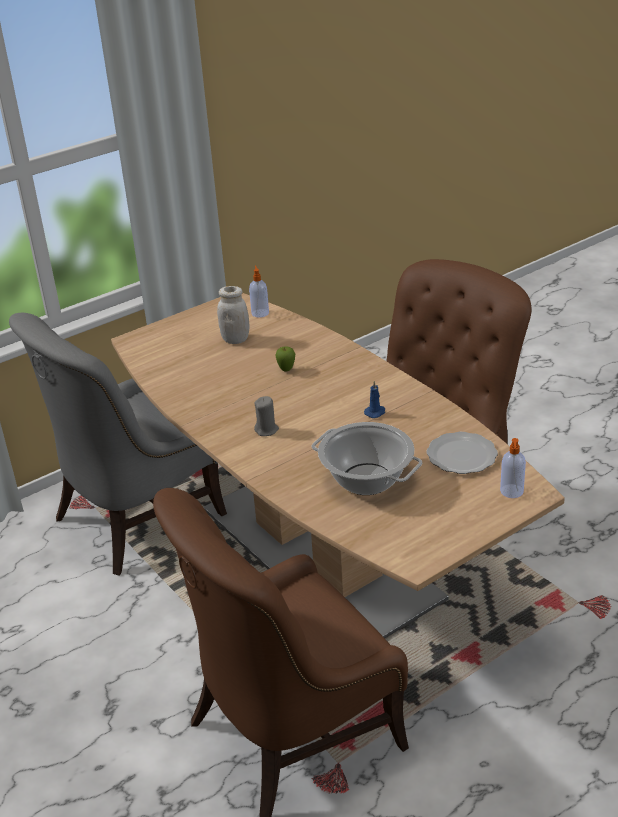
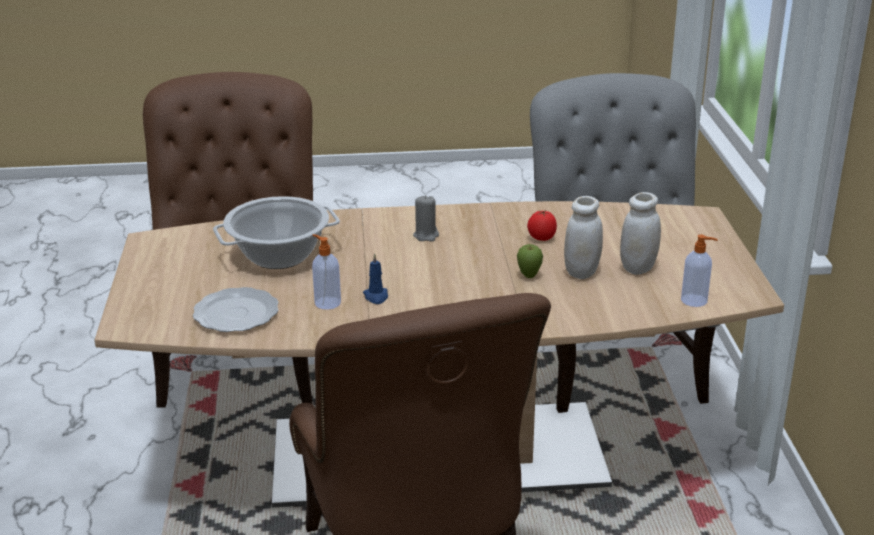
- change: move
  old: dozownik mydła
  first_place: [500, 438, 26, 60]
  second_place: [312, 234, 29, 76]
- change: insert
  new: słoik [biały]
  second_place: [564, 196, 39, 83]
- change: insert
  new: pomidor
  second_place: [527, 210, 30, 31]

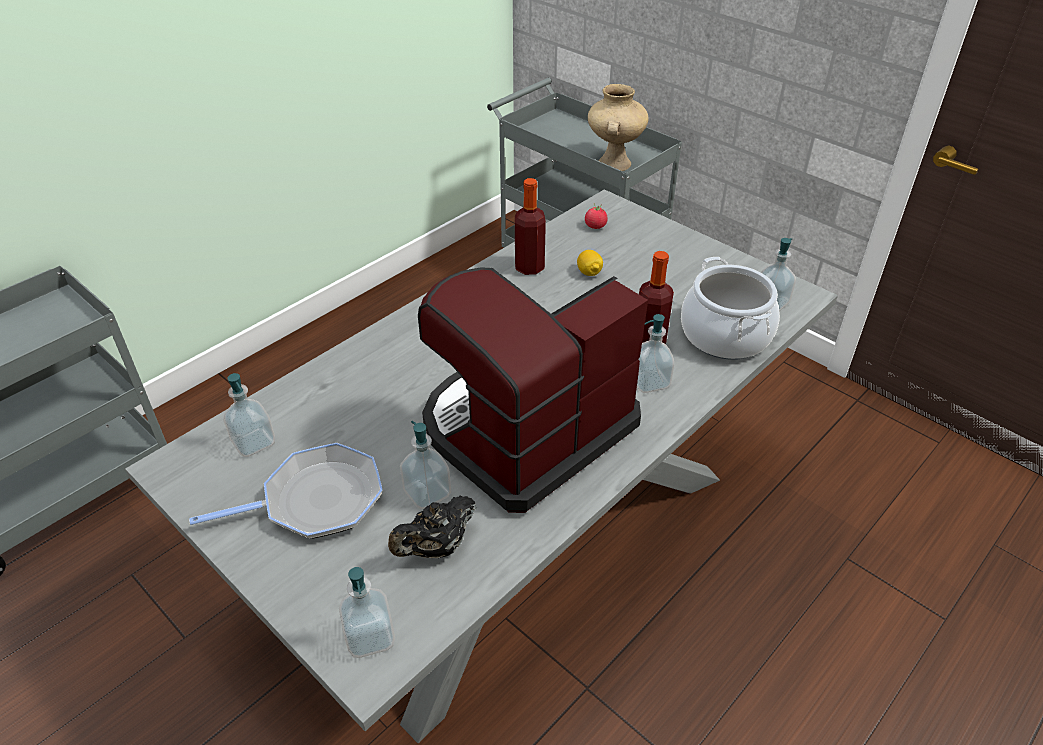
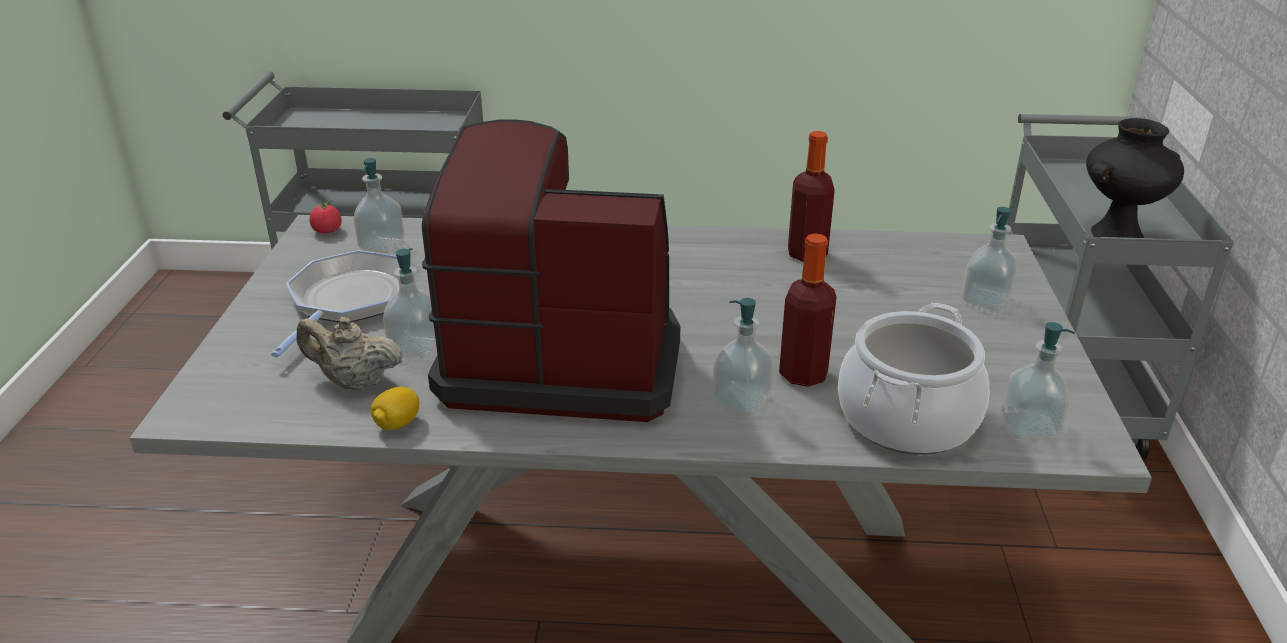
- change: recolor
  old: wazon [beżowy]
  new: wazon [czarny]
  first_place: [588, 84, 61, 87]
  second_place: [1086, 118, 98, 120]
- change: move
  old: pomidor
  first_place: [585, 204, 23, 25]
  second_place: [309, 200, 33, 34]
- change: move
  old: cytryna
  first_place: [577, 250, 26, 26]
  second_place: [371, 387, 48, 43]
- change: rotate
  old: patelnia
  first_place: [189, 443, 193, 95]
  second_place: [271, 250, 128, 107]
  degrees: -105
- change: recolor
  old: imbryk [czarny]
  new: imbryk [beżowy]
  first_place: [388, 496, 89, 62]
  second_place: [297, 317, 106, 74]
- change: move
  old: dozownik mydła
  first_place: [339, 567, 56, 91]
  second_place: [962, 207, 56, 103]

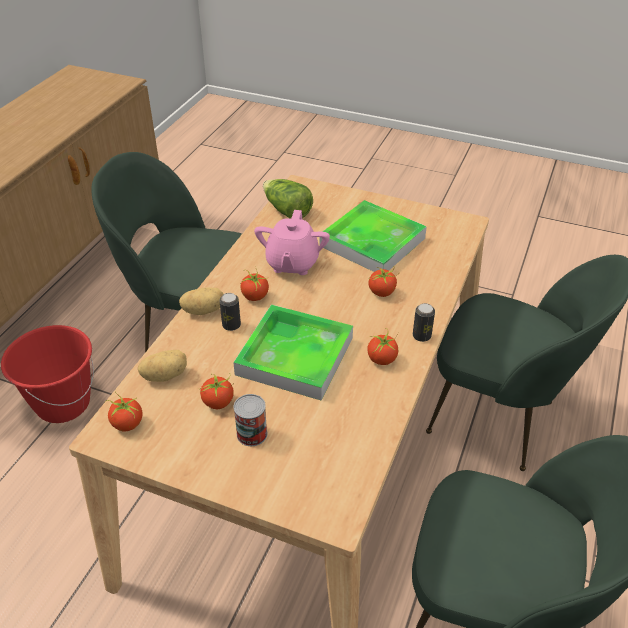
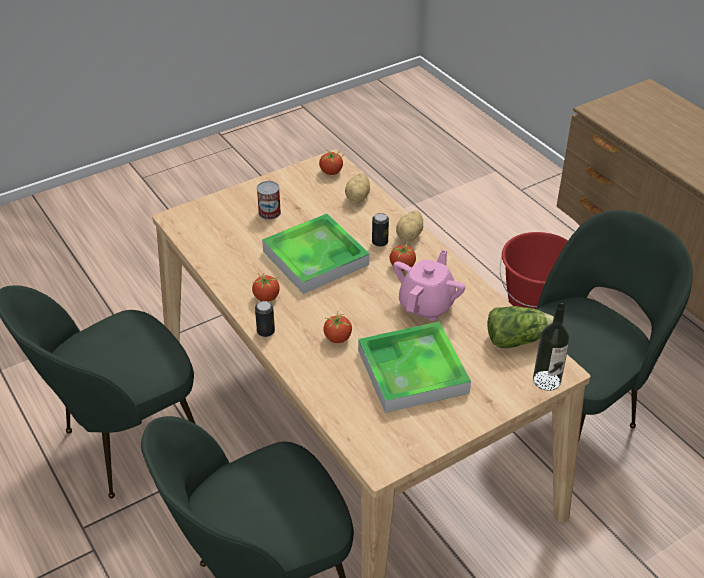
- change: rotate
  old: imbryk [różowy]
  first_place: [254, 210, 76, 65]
  second_place: [393, 250, 72, 71]
  degrees: 75
- change: delete
  old: pomidor
  first_place: [198, 373, 36, 36]
- change: insert
  new: butelka
  second_place: [533, 303, 37, 88]

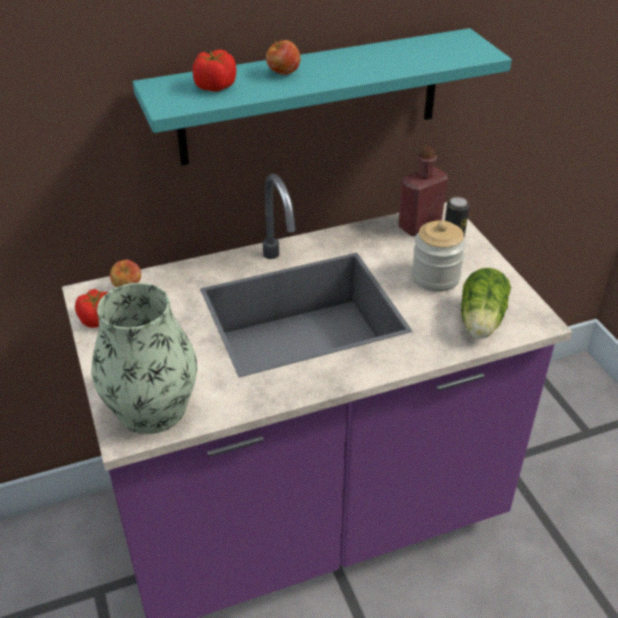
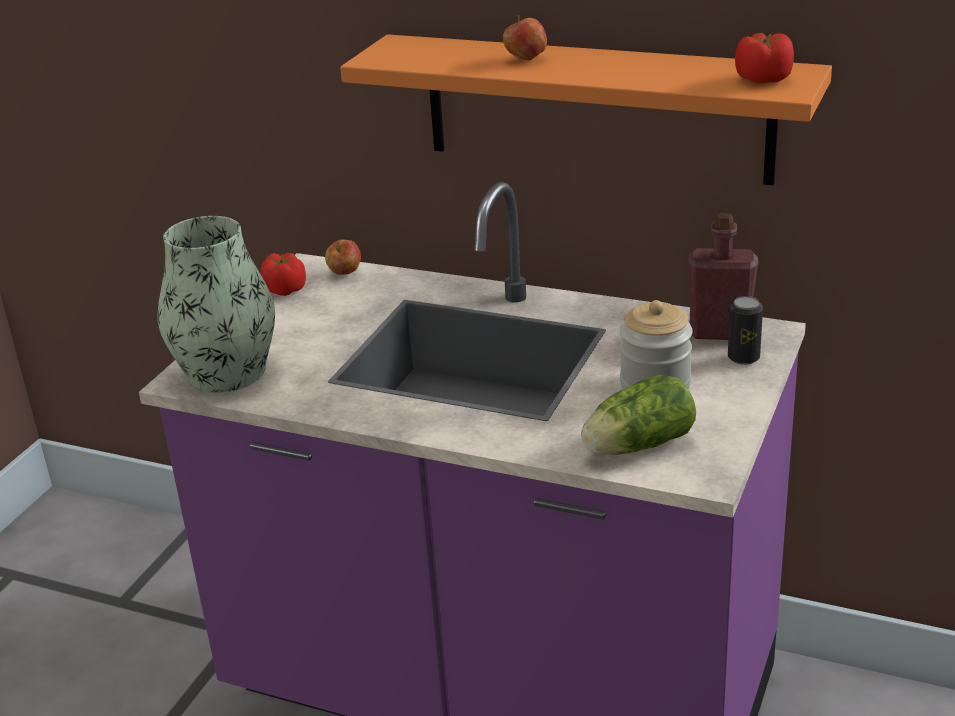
- change: recolor
  old: półka [turkusowy]
  new: półka [pomarańczowy]
  first_place: [133, 28, 379, 138]
  second_place: [340, 34, 492, 152]
- change: move
  old: pomidor
  first_place: [193, 50, 43, 42]
  second_place: [735, 33, 59, 51]

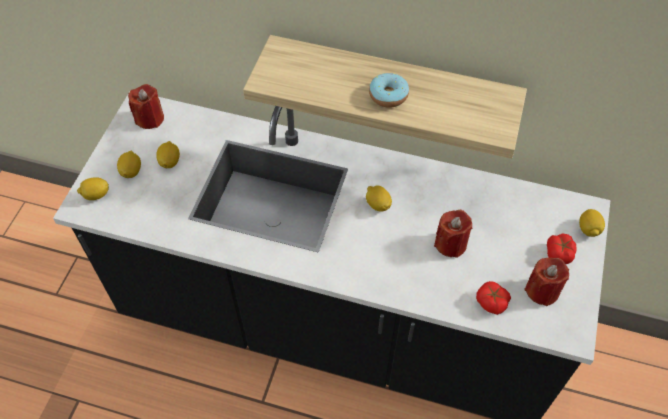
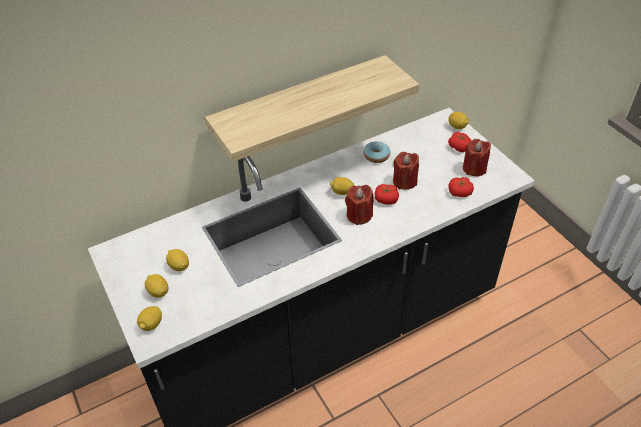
- change: move
  old: donut
  first_place: [369, 73, 40, 35]
  second_place: [363, 141, 27, 22]
- change: move
  old: świeca [czerwony]
  first_place: [128, 84, 36, 45]
  second_place: [345, 185, 28, 40]
- change: insert
  new: pomidor
  second_place: [375, 184, 24, 21]

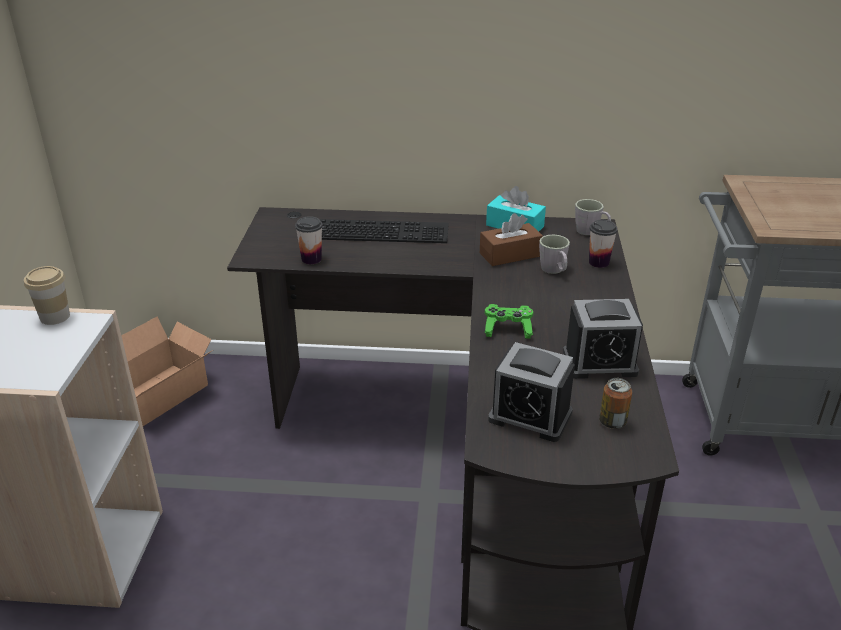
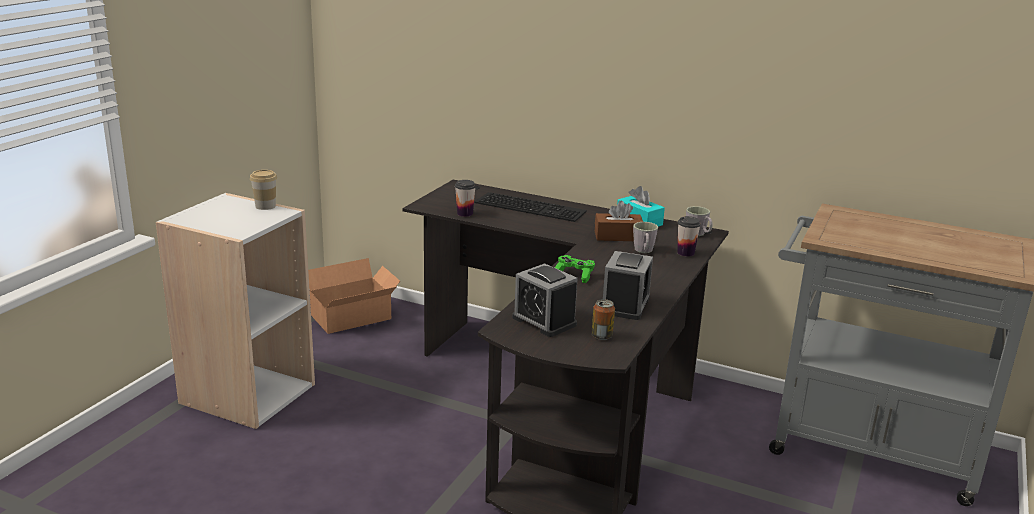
- change: rotate
  old: budzik
  first_place: [563, 299, 80, 80]
  second_place: [603, 251, 50, 69]
  degrees: -90

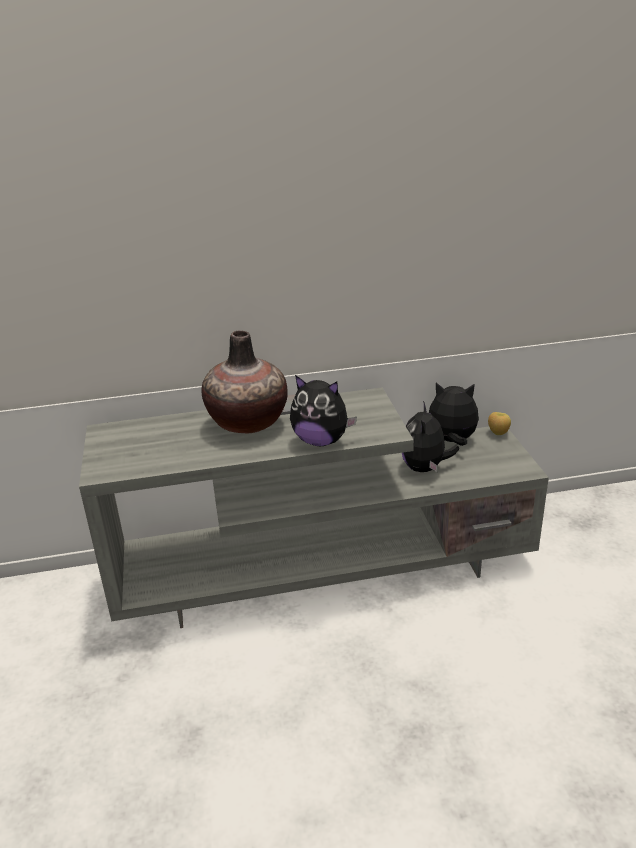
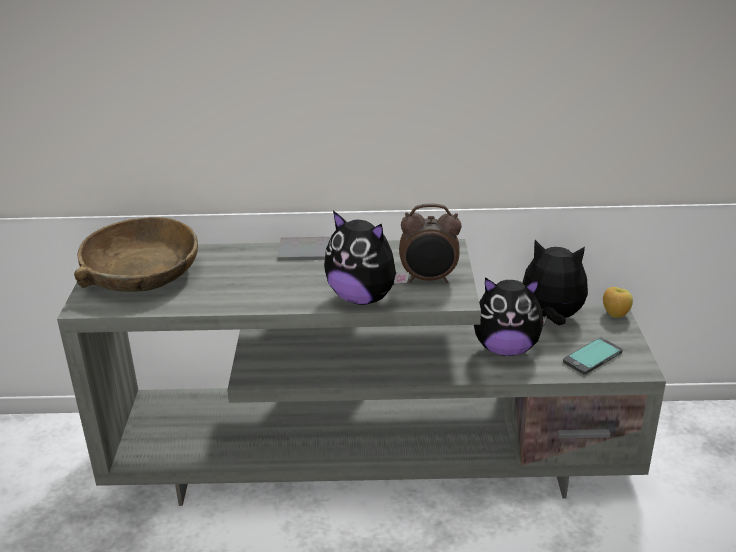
- change: delete
  old: wazon
  first_place: [201, 330, 87, 103]
- change: rotate
  old: pluszak
  first_place: [402, 401, 57, 71]
  second_place: [474, 277, 73, 79]
  degrees: -105
- change: insert
  new: budzik
  second_place: [399, 204, 63, 79]
- change: insert
  new: miska [brązowy]
  second_place: [74, 217, 124, 75]
- change: insert
  new: telefon
  second_place: [563, 337, 60, 38]

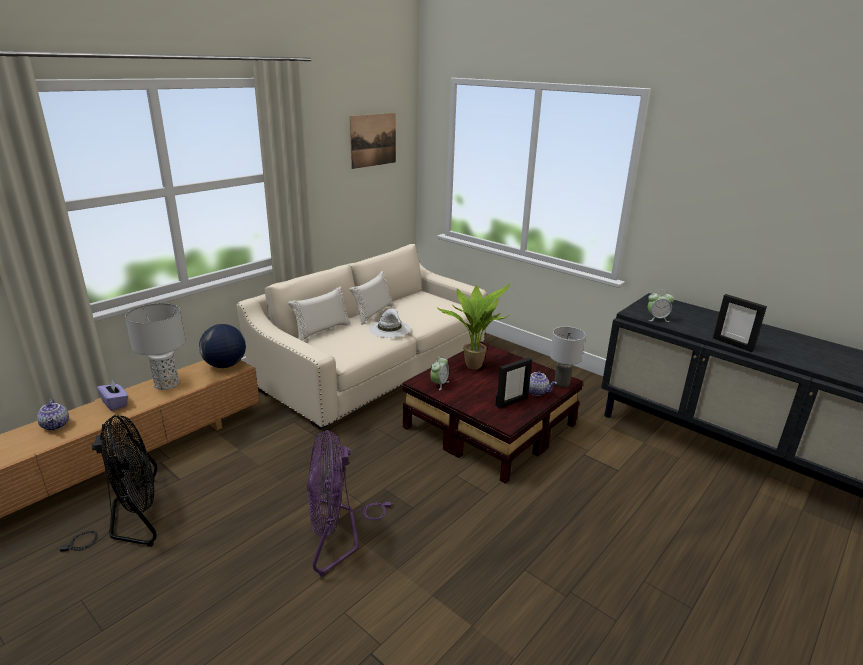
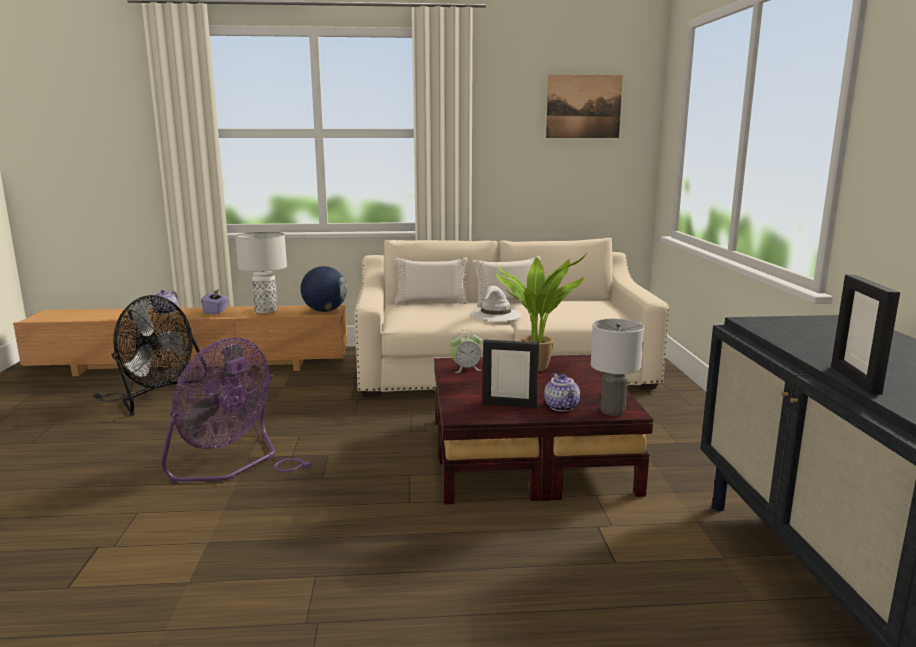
- change: delete
  old: budzik
  first_place: [648, 290, 26, 32]

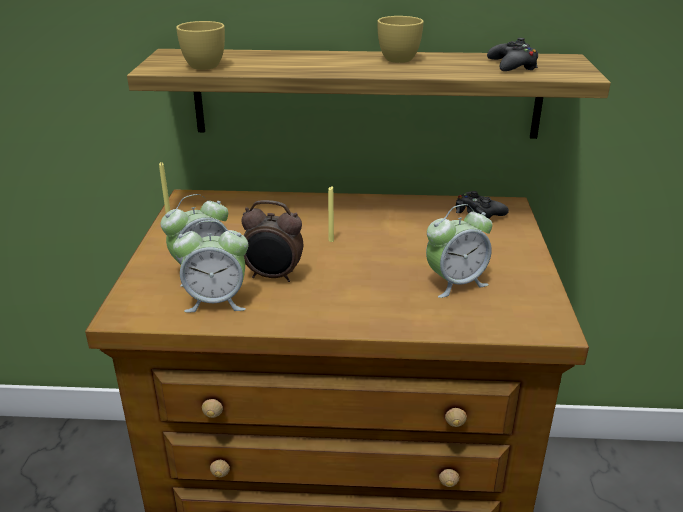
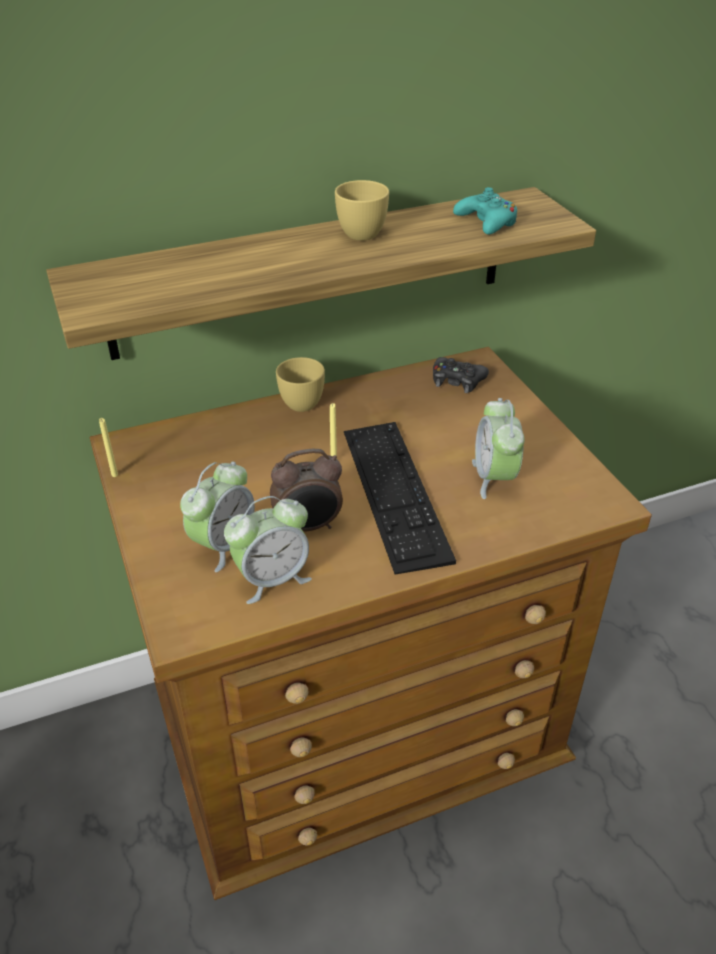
- change: move
  old: filiżanka [żółty]
  first_place: [176, 21, 49, 49]
  second_place: [276, 357, 49, 55]
- change: recolor
  old: pad do gier [czarny]
  new: pad do gier [turkusowy]
  first_place: [487, 38, 51, 33]
  second_place: [453, 187, 64, 48]
- change: rotate
  old: budzik
  first_place: [426, 204, 66, 94]
  second_place: [472, 398, 53, 101]
  degrees: 135
- change: insert
  new: klawiatura
  second_place: [344, 422, 112, 153]

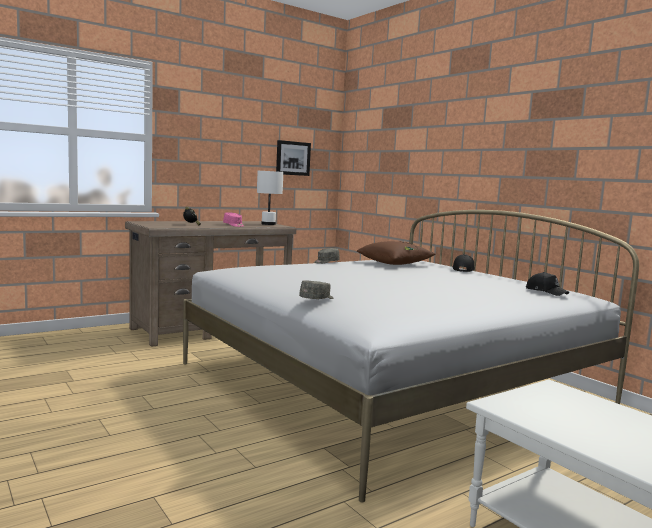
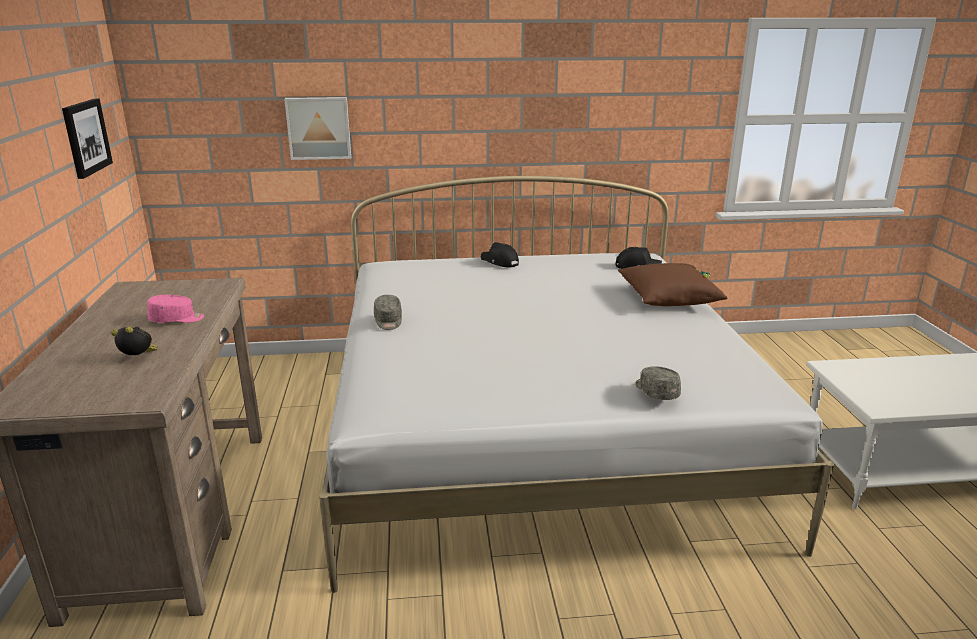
- change: delete
  old: lampa stołowa [biały]
  first_place: [257, 171, 26, 54]
- change: move
  old: poduszka [brązowy]
  first_place: [357, 241, 78, 24]
  second_place: [618, 263, 110, 43]
- change: insert
  new: obraz
  second_place: [284, 97, 67, 63]

